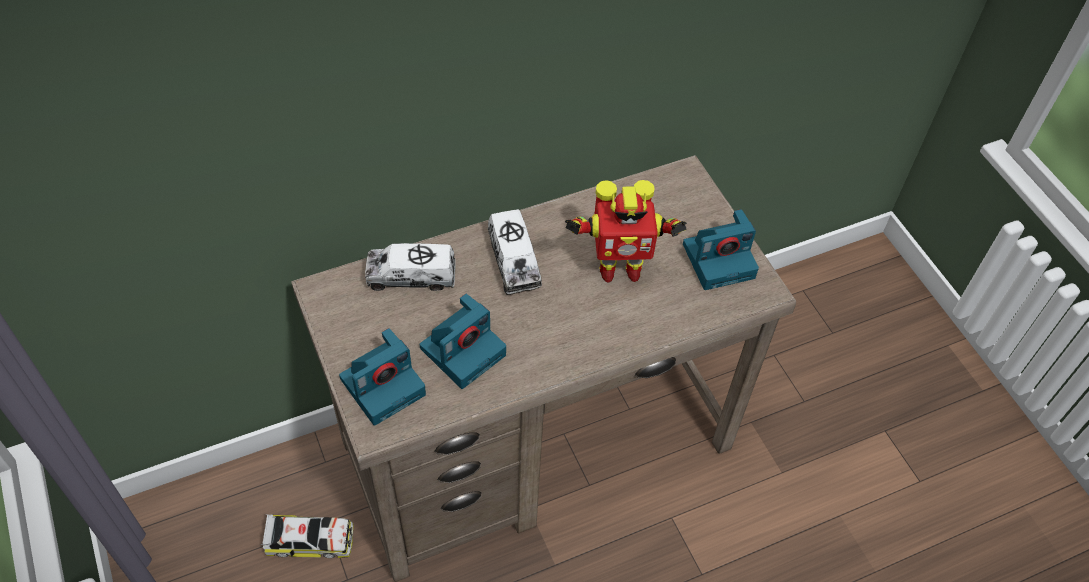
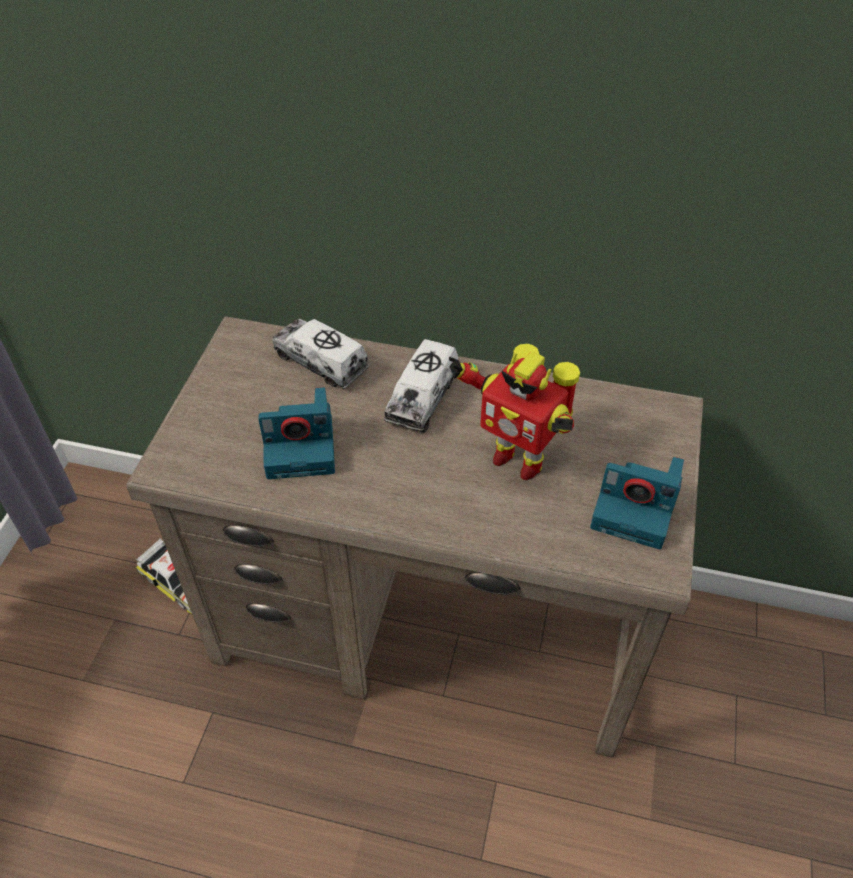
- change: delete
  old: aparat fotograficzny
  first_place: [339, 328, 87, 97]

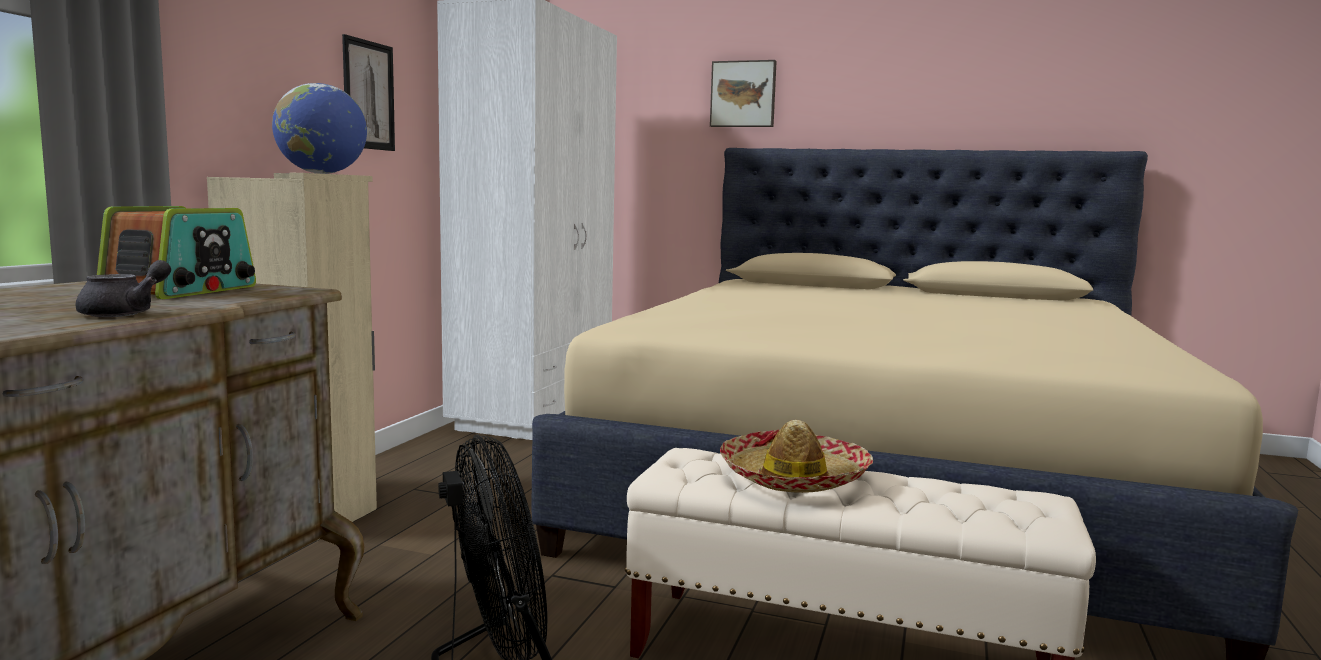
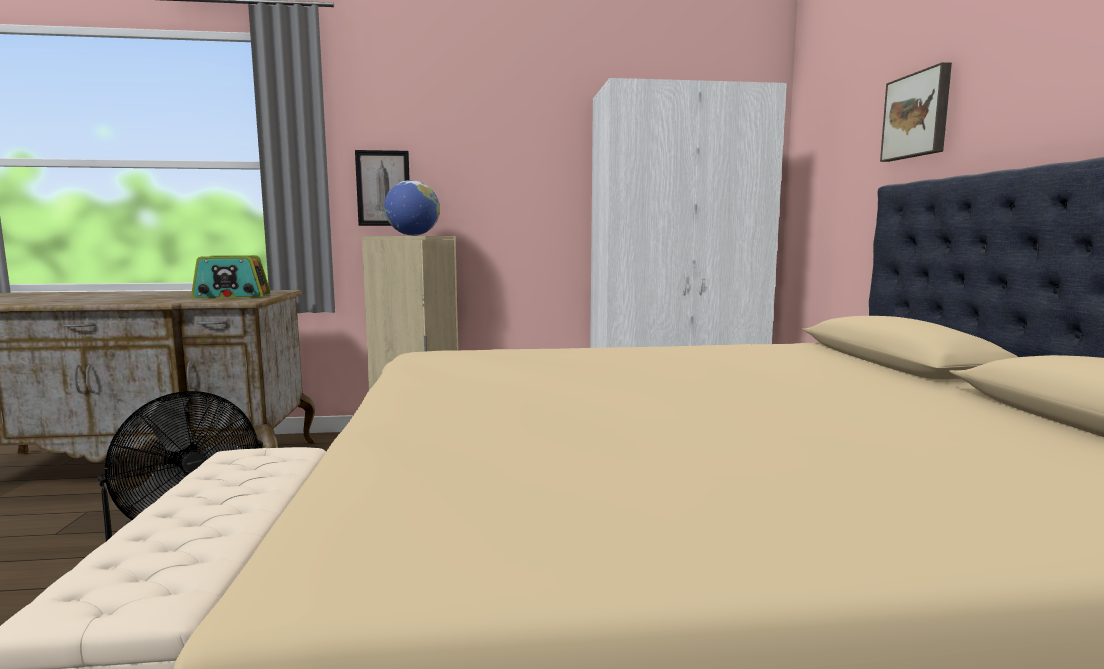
- change: move
  old: obraz
  first_place: [342, 34, 53, 117]
  second_place: [355, 150, 55, 76]
- change: delete
  old: imbryk [szary]
  first_place: [75, 260, 96, 57]
- change: delete
  old: kapelusz
  first_place: [720, 420, 153, 73]

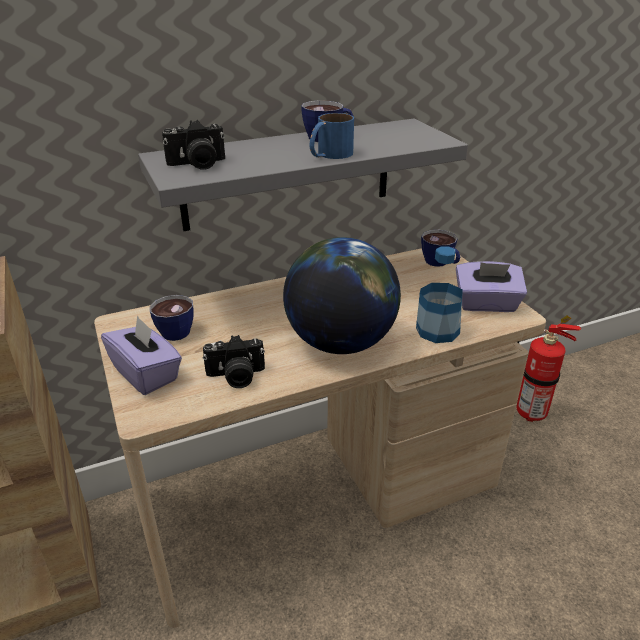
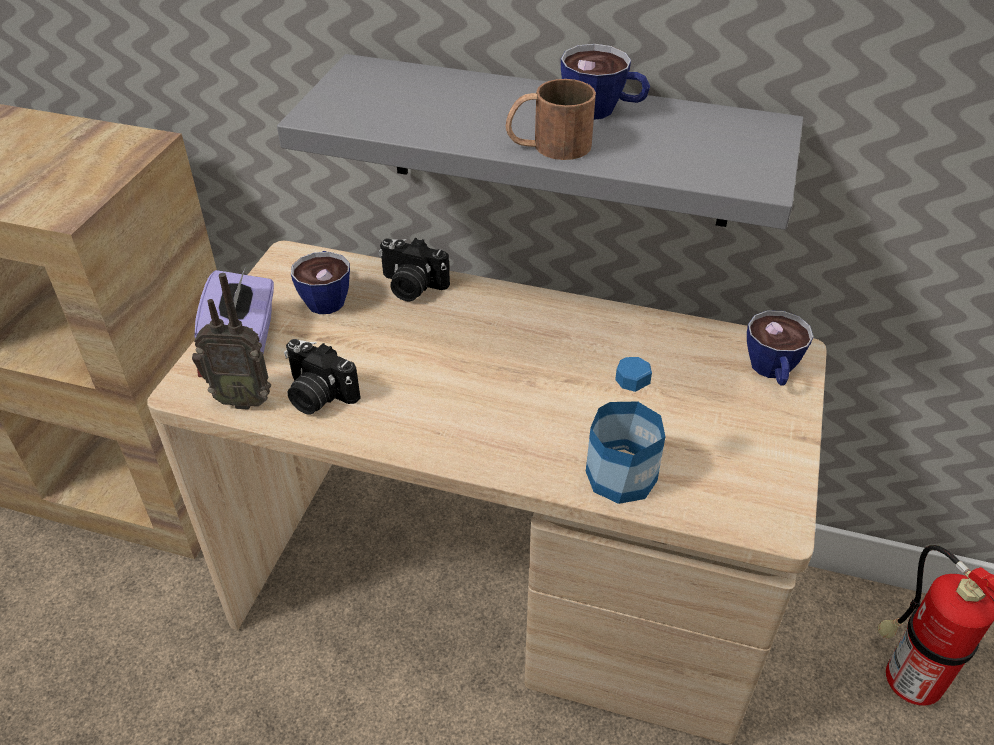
- change: recolor
  old: kubek [niebieski]
  new: kubek [brązowy]
  first_place: [309, 113, 45, 46]
  second_place: [506, 79, 90, 81]
- change: move
  old: aparat fotograficzny
  first_place: [162, 120, 63, 50]
  second_place: [379, 238, 71, 63]
- change: delete
  old: globus
  first_place: [283, 237, 118, 117]
- change: delete
  old: pudełko chusteczek [fioletowy]
  first_place: [456, 261, 71, 51]
- change: insert
  new: radio
  second_place: [192, 273, 79, 137]

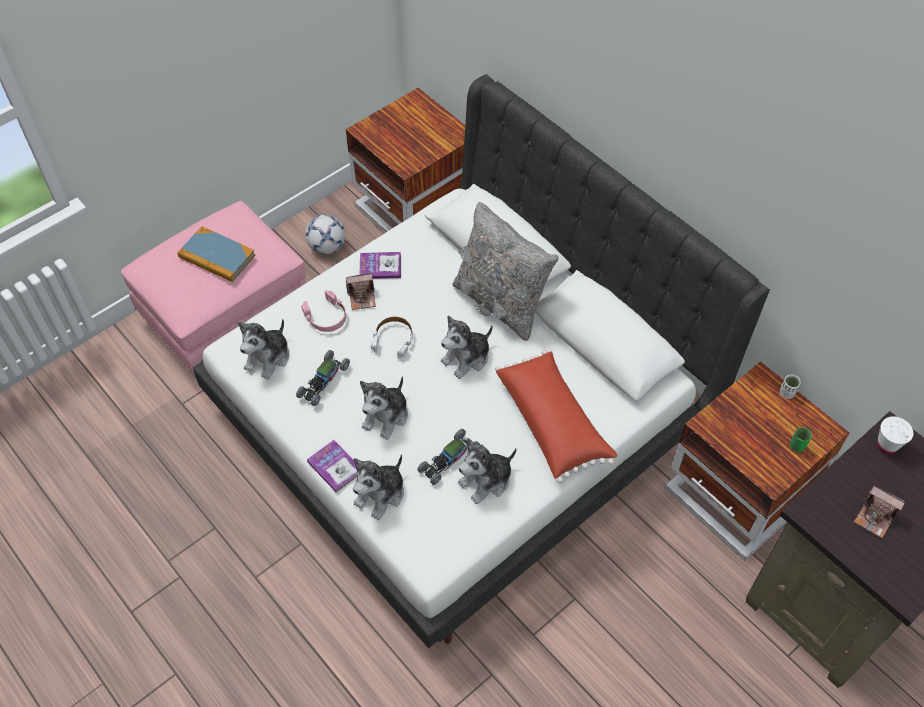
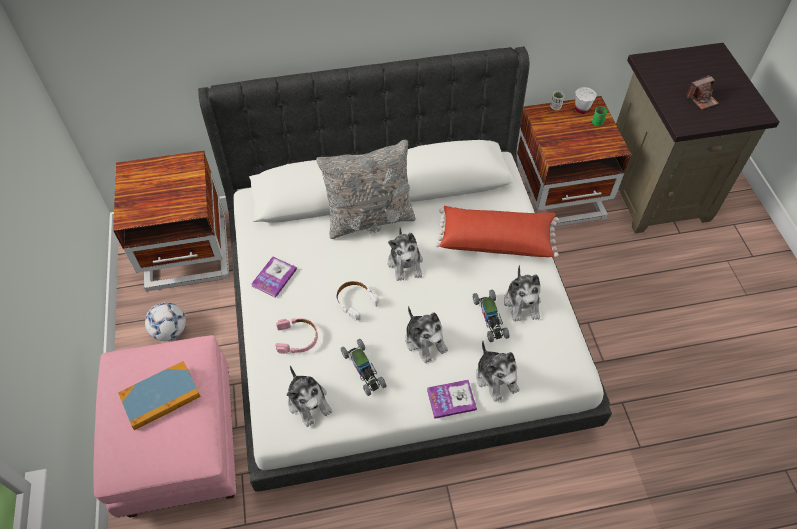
- change: delete
  old: aparat fotograficzny
  first_place: [346, 272, 30, 38]
- change: move
  old: filiżanka [biały]
  first_place: [877, 416, 36, 38]
  second_place: [575, 87, 22, 27]

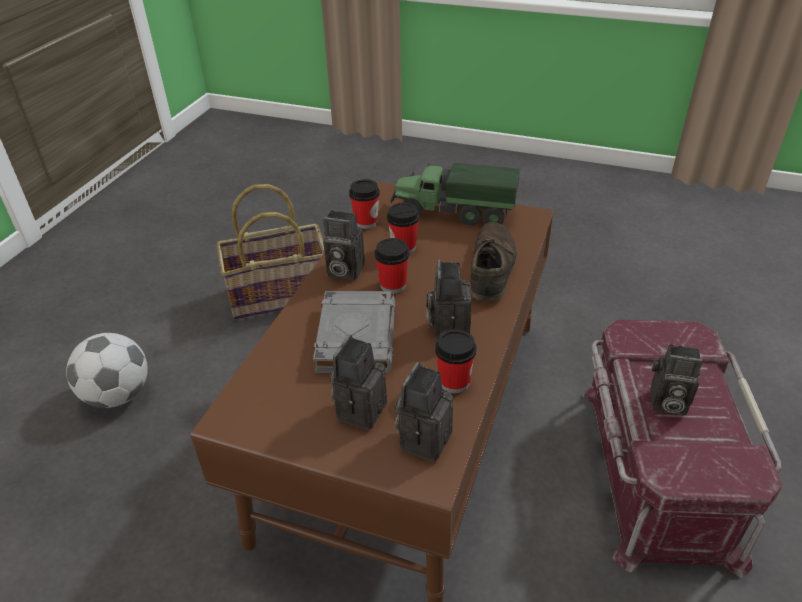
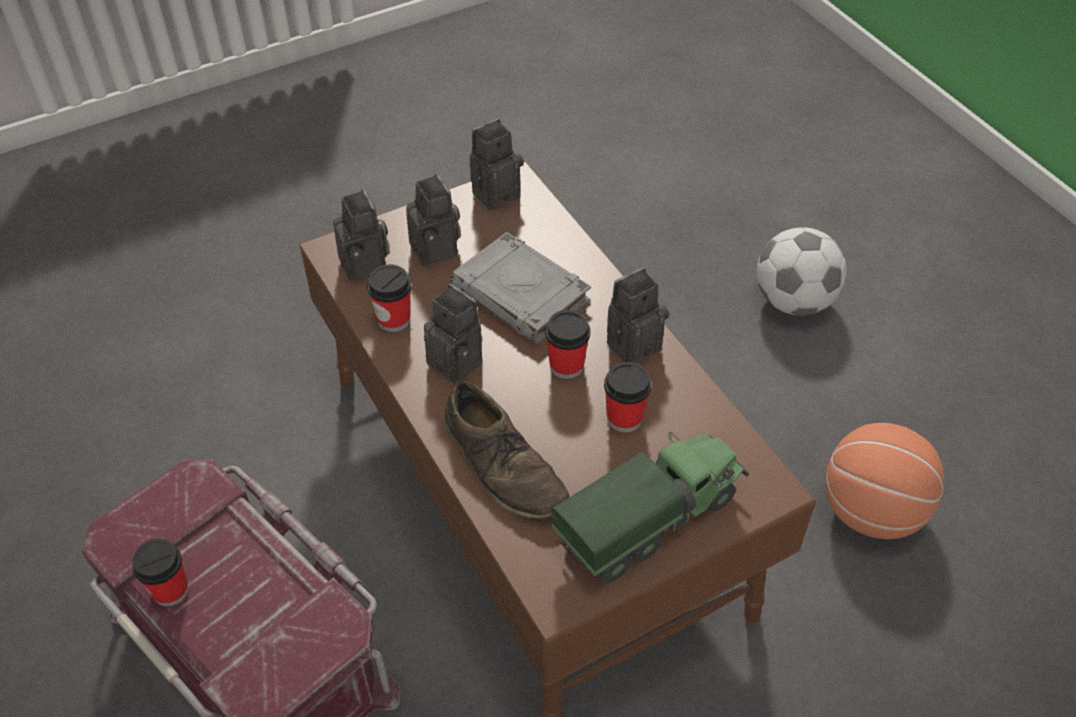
- change: move
  old: filiżanka
  first_place: [349, 179, 31, 50]
  second_place: [132, 539, 57, 68]
- change: replace
  old: koszyk
  new: piłka do koszykówki
  first_place: [216, 184, 109, 135]
  second_place: [826, 423, 118, 116]
- change: move
  old: aparat fotograficzny
  first_place: [651, 344, 52, 72]
  second_place: [469, 118, 55, 93]

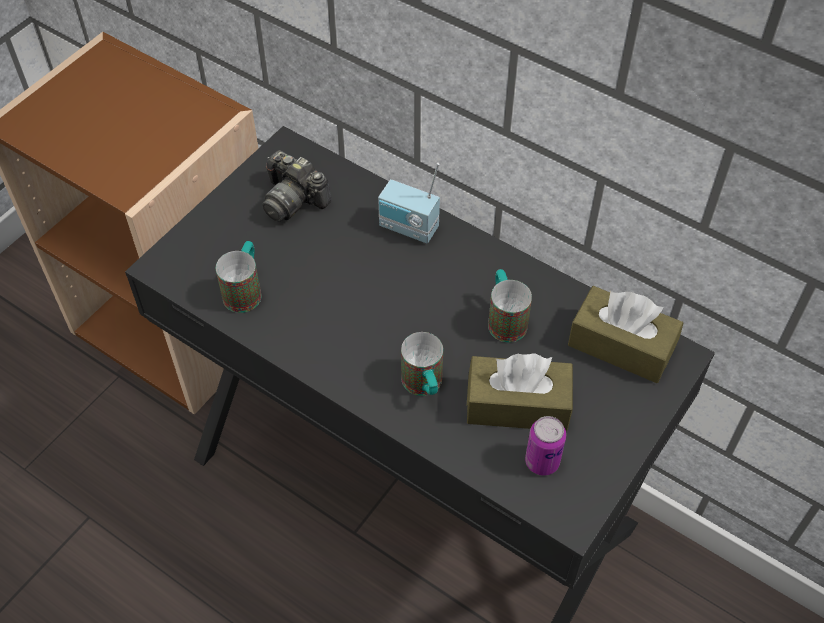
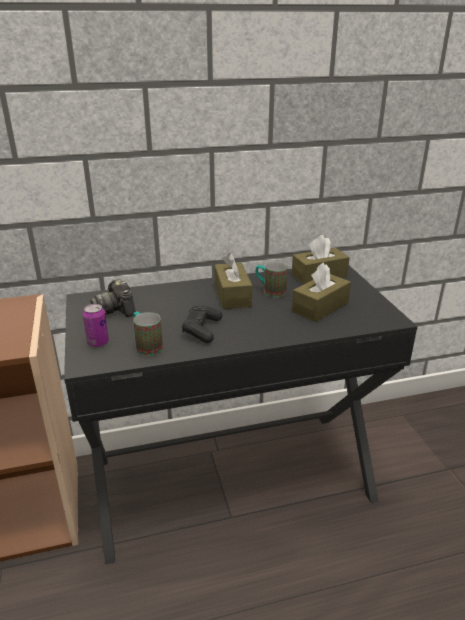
- change: rotate
  old: aparat fotograficzny
  first_place: [262, 150, 70, 72]
  second_place: [90, 279, 46, 38]
  degrees: 75
- change: delete
  old: radio
  first_place: [378, 163, 62, 80]
- change: delete
  old: kubek
  first_place: [401, 332, 42, 64]
- change: move
  old: puszka
  first_place: [525, 416, 41, 60]
  second_place: [83, 304, 26, 43]
- change: insert
  new: pudełko chusteczek [brązowy]
  second_place: [215, 253, 37, 56]
- change: insert
  new: pad do gier [czarny]
  second_place: [182, 305, 40, 38]

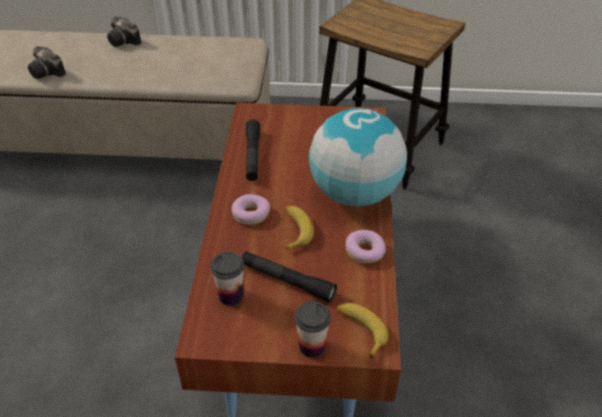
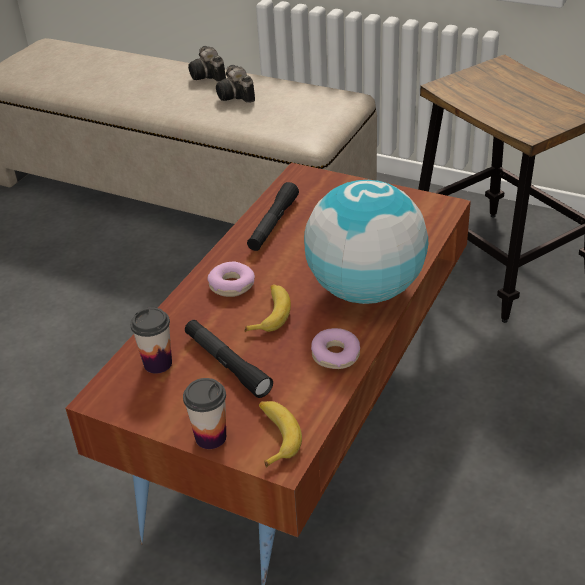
- change: move
  old: aparat fotograficzny
  first_place: [28, 46, 38, 33]
  second_place: [216, 65, 39, 38]

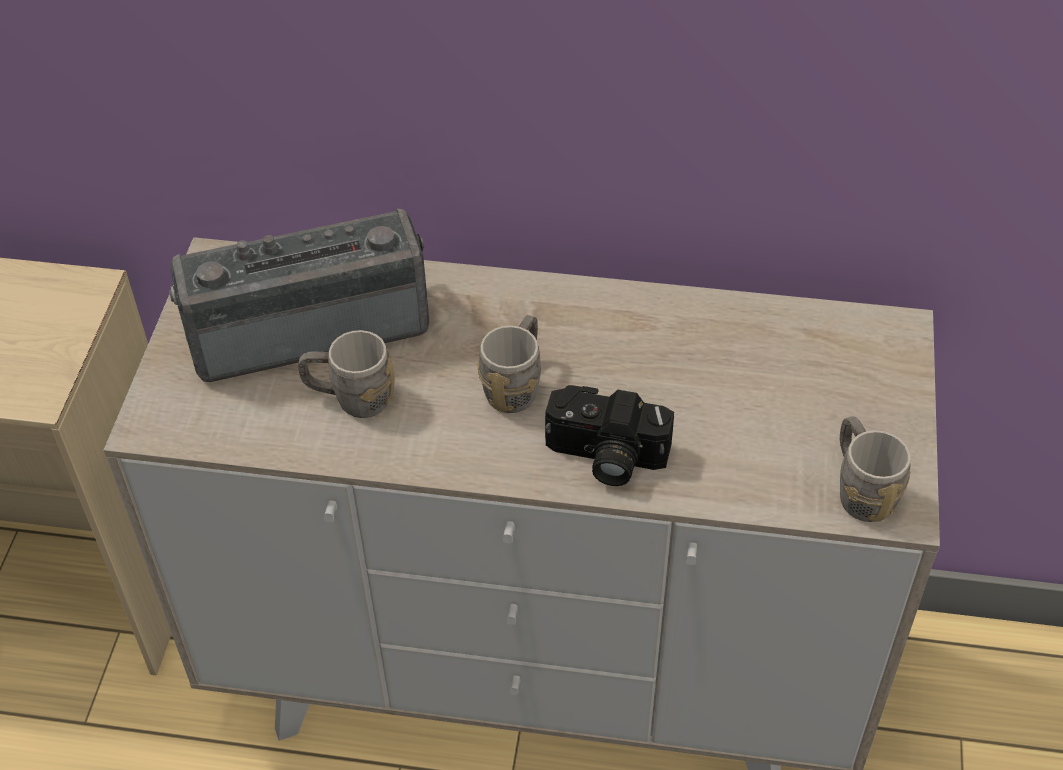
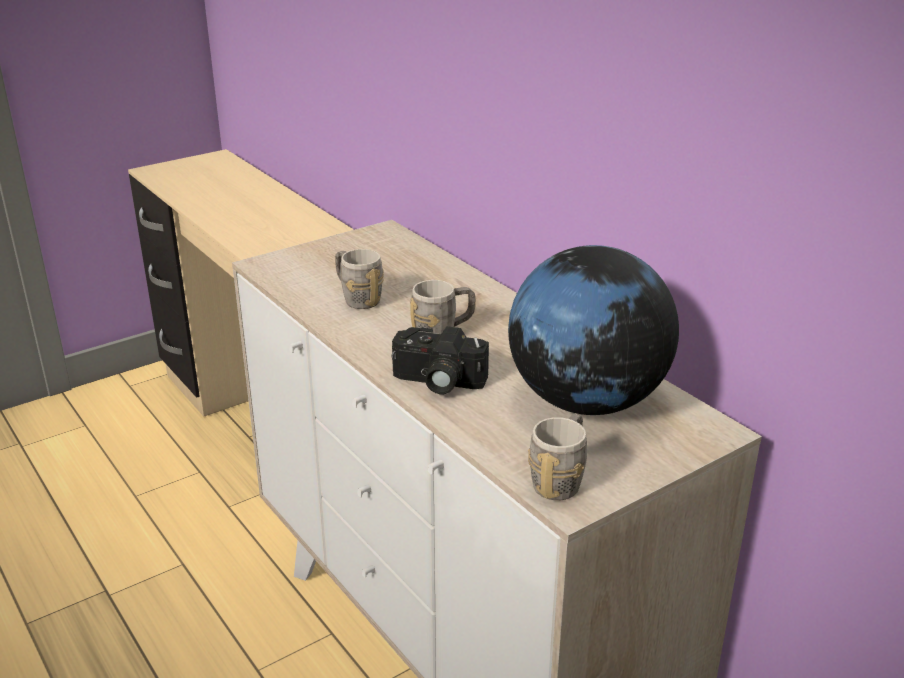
- change: delete
  old: radio
  first_place: [169, 209, 260, 173]
- change: rotate
  old: aparat fotograficzny
  first_place: [545, 385, 129, 101]
  second_place: [392, 326, 97, 68]
  degrees: -45
- change: insert
  new: globus
  second_place: [508, 245, 171, 170]

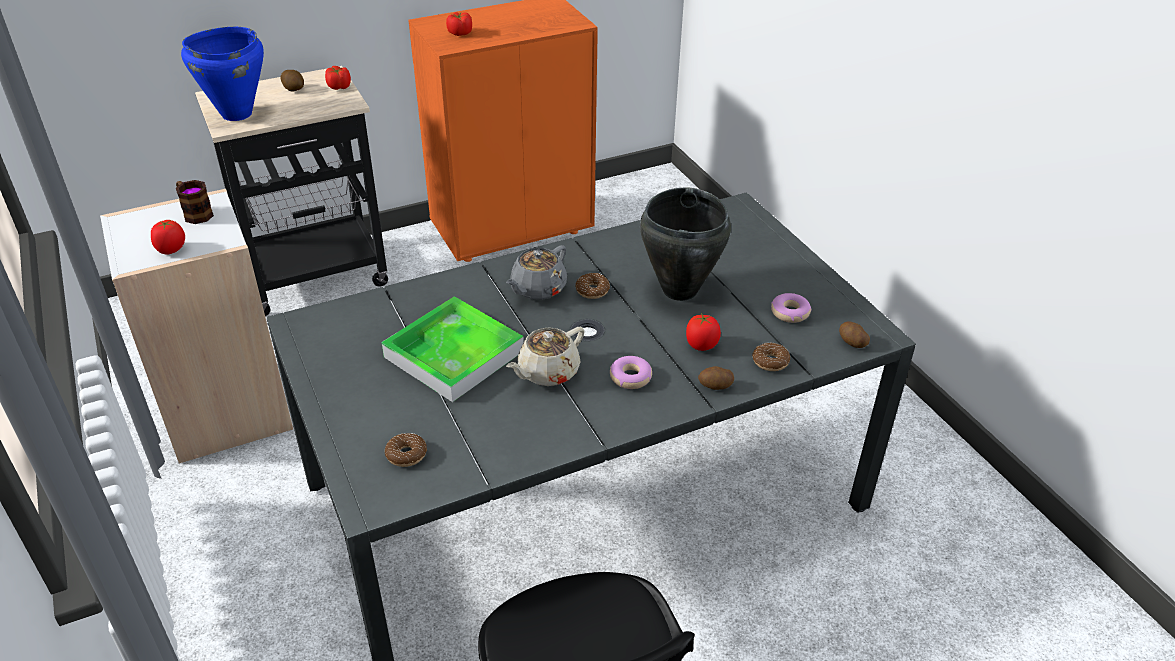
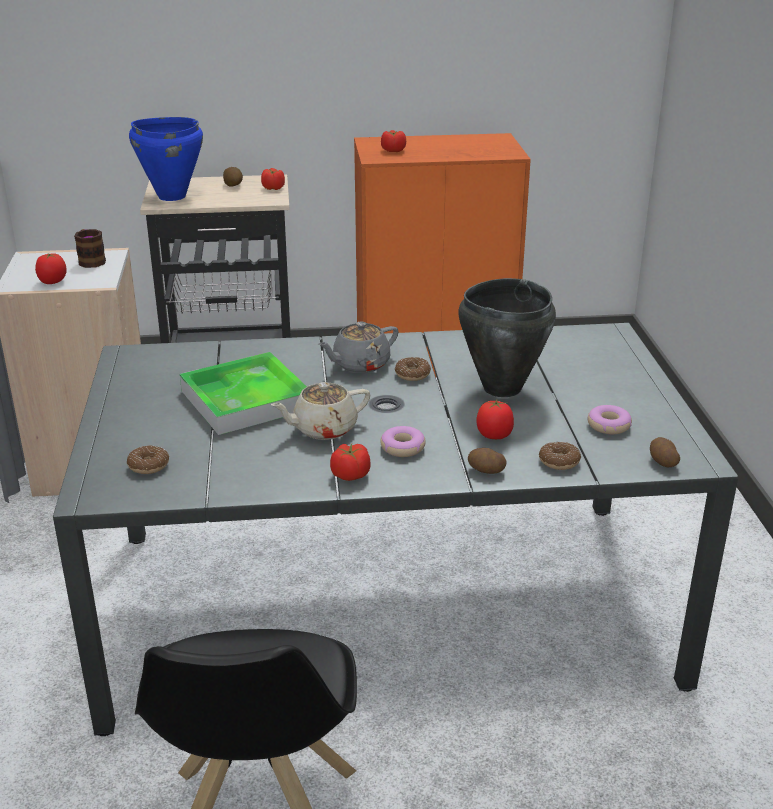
- change: insert
  new: pomidor
  second_place: [330, 444, 41, 37]

